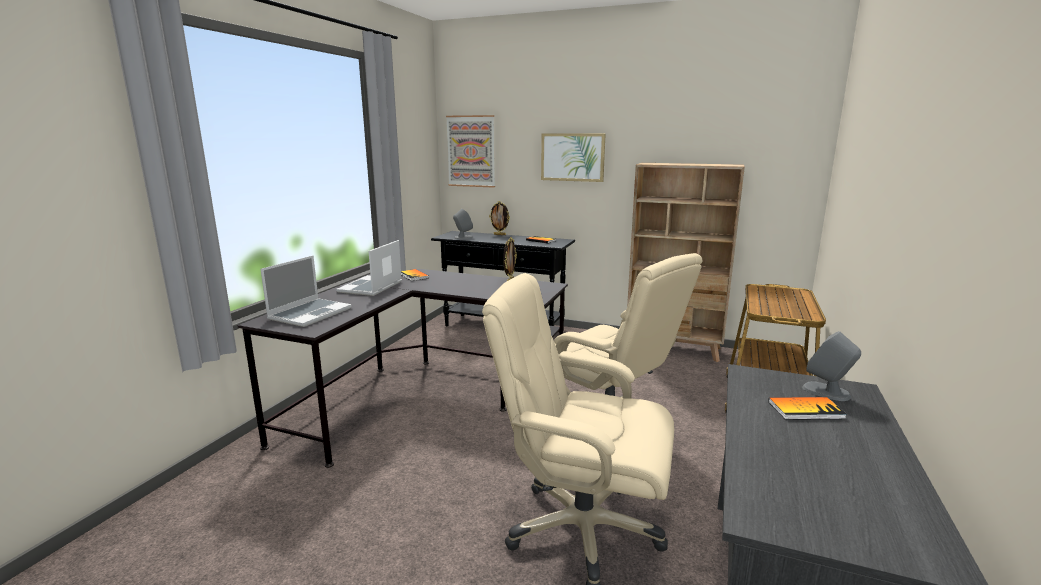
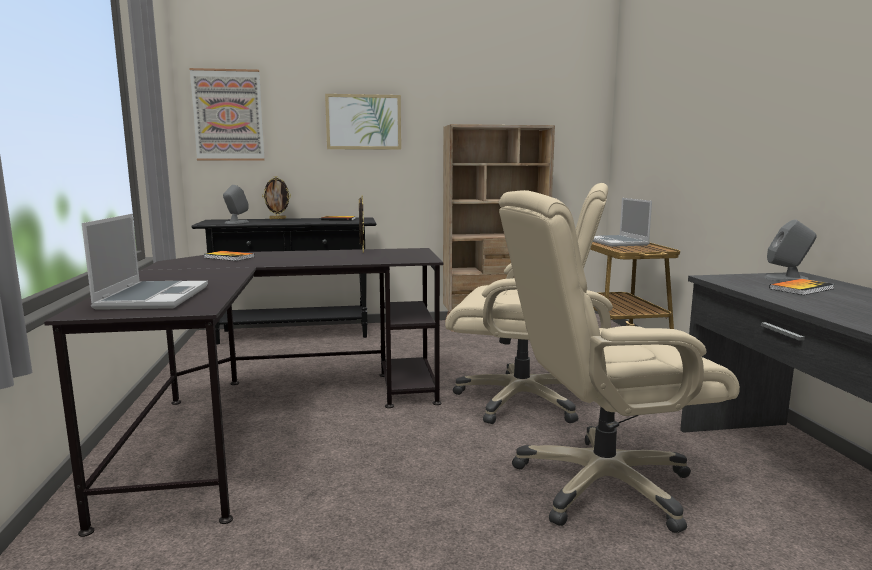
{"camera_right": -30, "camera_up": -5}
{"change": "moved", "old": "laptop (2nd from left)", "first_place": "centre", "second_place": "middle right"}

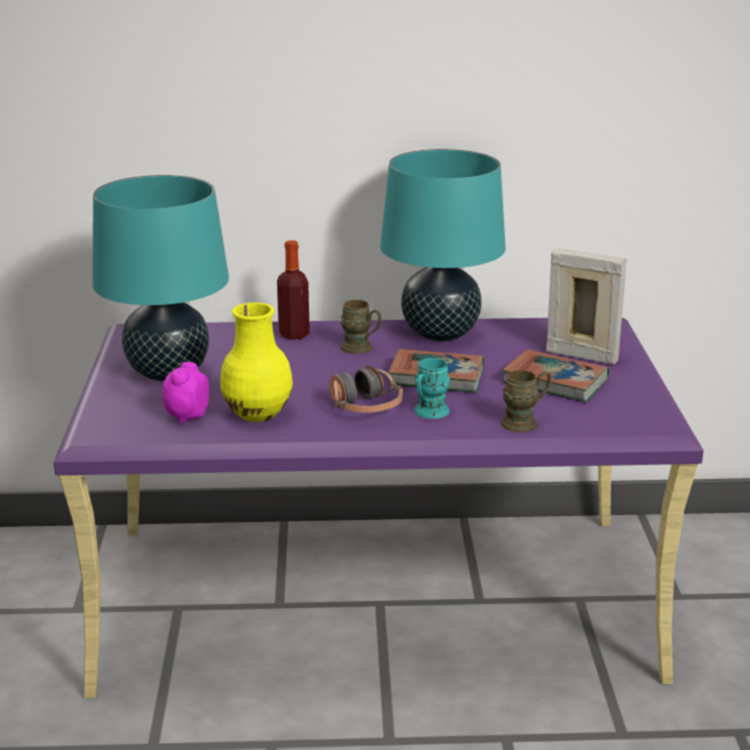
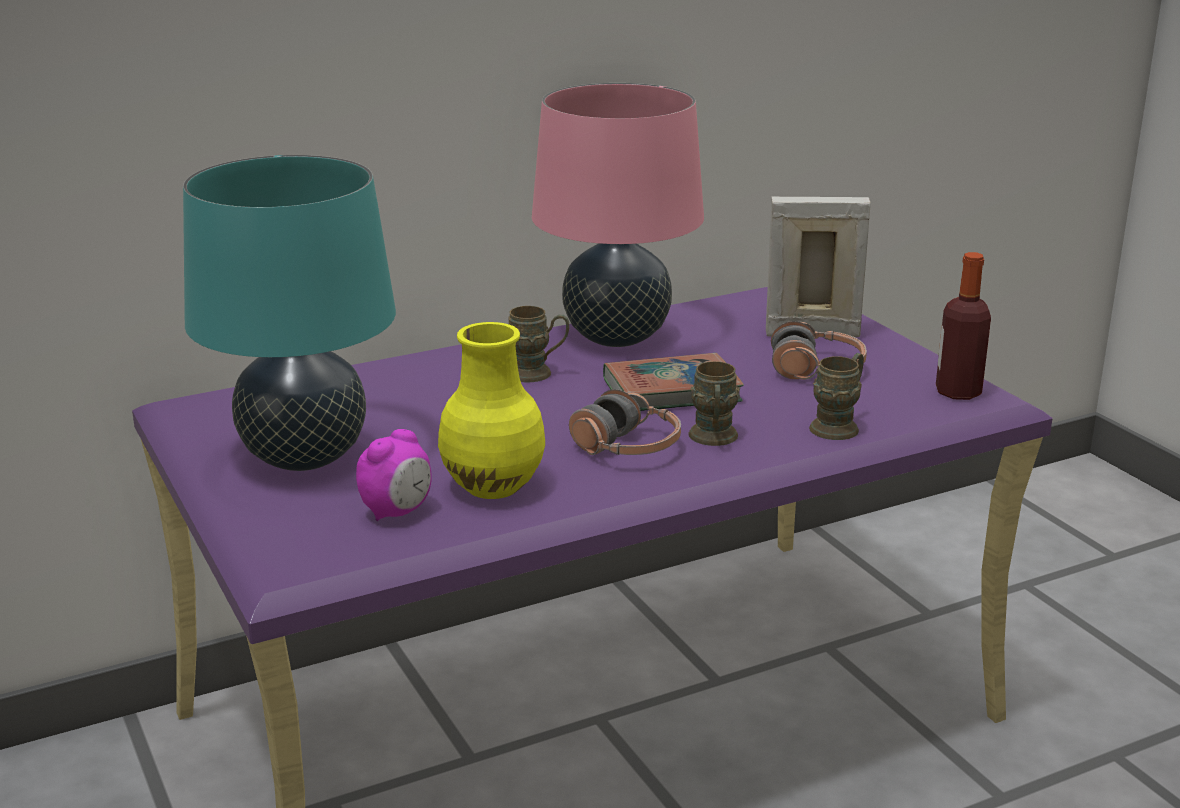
{"camera_right": -25, "camera_up": 0}
{"change": "recoloured", "old": "turquoise table lamp (2nd from left)", "new": "pink table lamp", "first_place": "top centre", "second_place": "top centre"}
{"change": "moved", "old": "bottle", "first_place": "centre", "second_place": "middle right"}
{"change": "replaced", "old": "book (2nd from left)", "new": "headphones (2nd from left)", "first_place": "middle right", "second_place": "middle right"}
{"change": "recoloured", "old": "turquoise mug", "new": "brown mug (2nd from left)", "first_place": "centre", "second_place": "centre"}
{"change": "turned", "old": "alarm clock", "first_place": "middle left", "second_place": "centre", "degrees": -135}

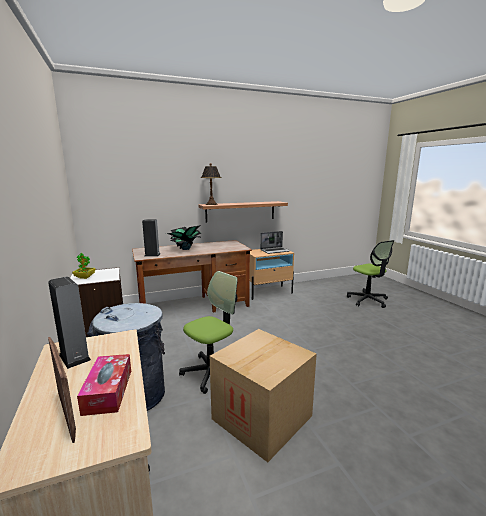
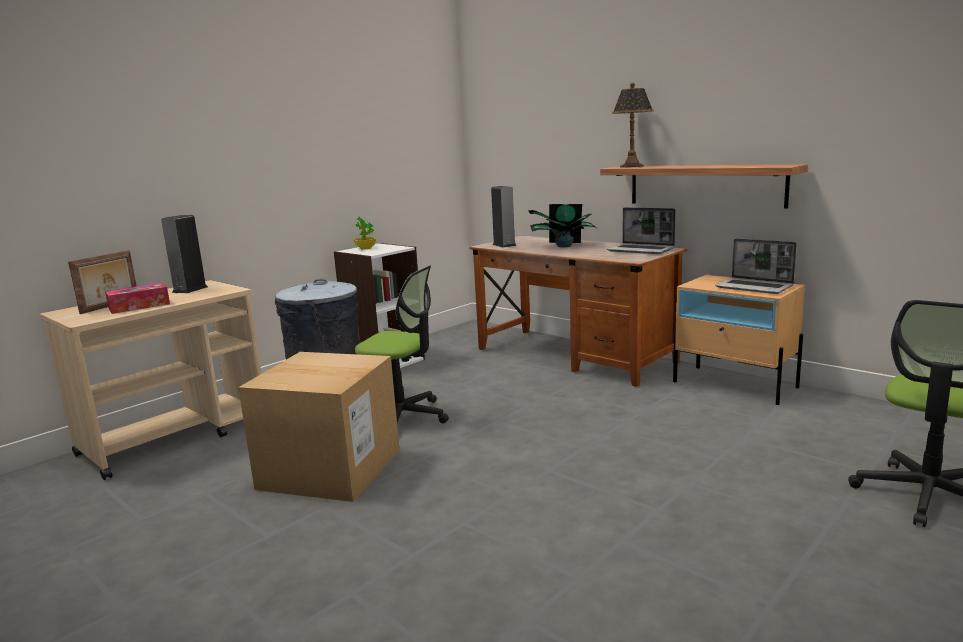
{"camera_right": 65, "camera_up": 0}
{"change": "added", "new": "laptop (1st from left)", "second_place": "centre"}

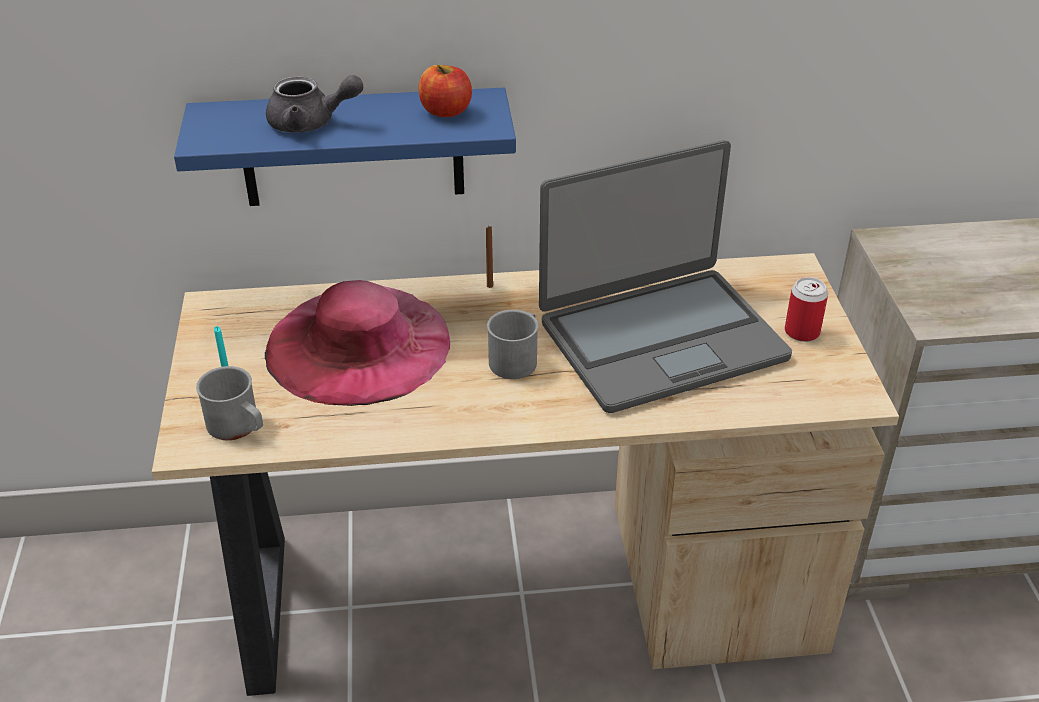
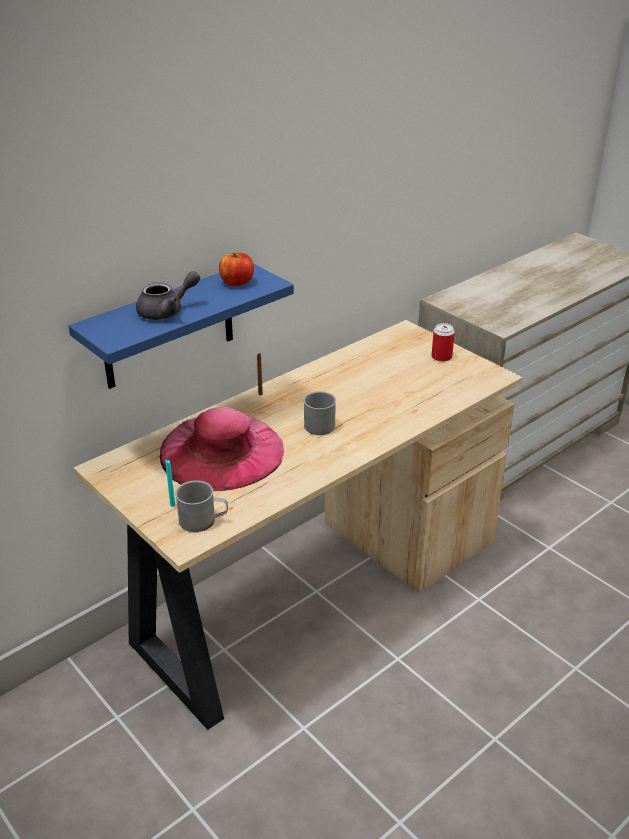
{"camera_right": -35, "camera_up": -5}
{"change": "removed", "old": "laptop", "first_place": "centre"}

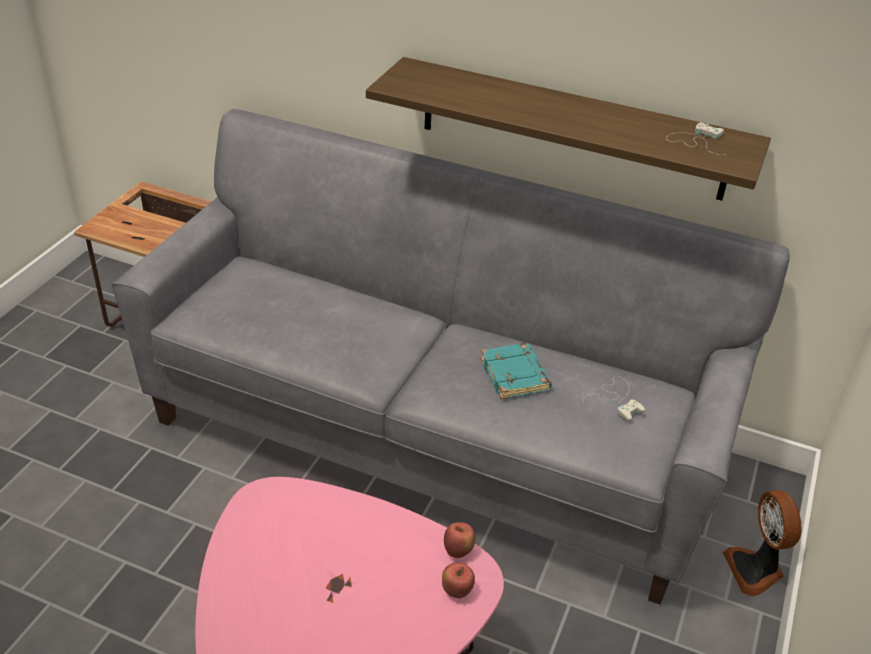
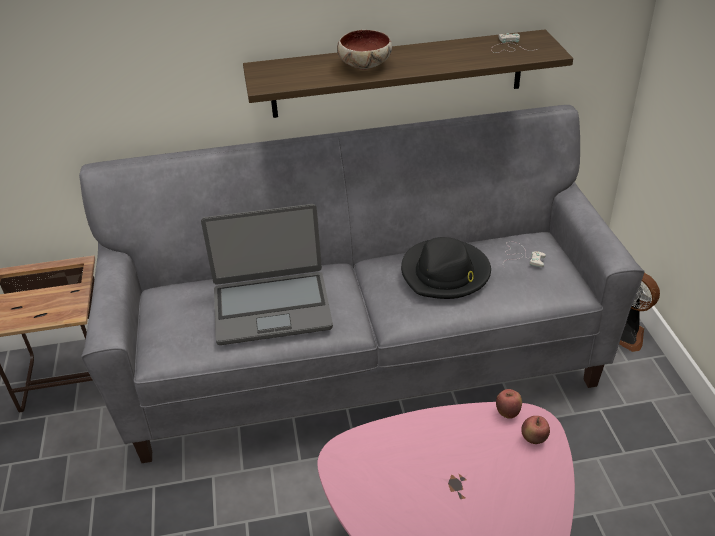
{"camera_right": -30, "camera_up": 0}
{"change": "replaced", "old": "turquoise book", "new": "black hat", "first_place": "centre", "second_place": "centre"}
{"change": "added", "new": "bowl", "second_place": "top centre"}
{"change": "added", "new": "laptop", "second_place": "centre"}

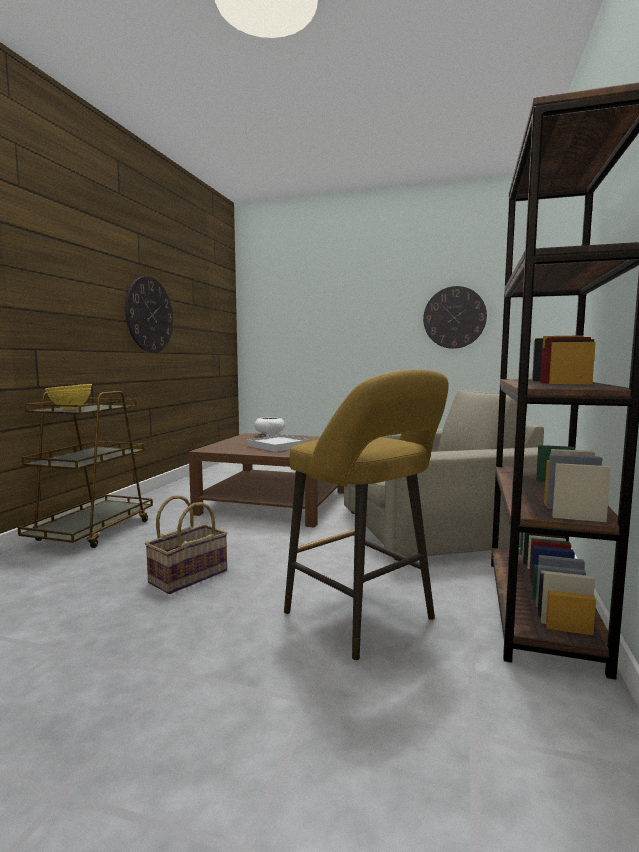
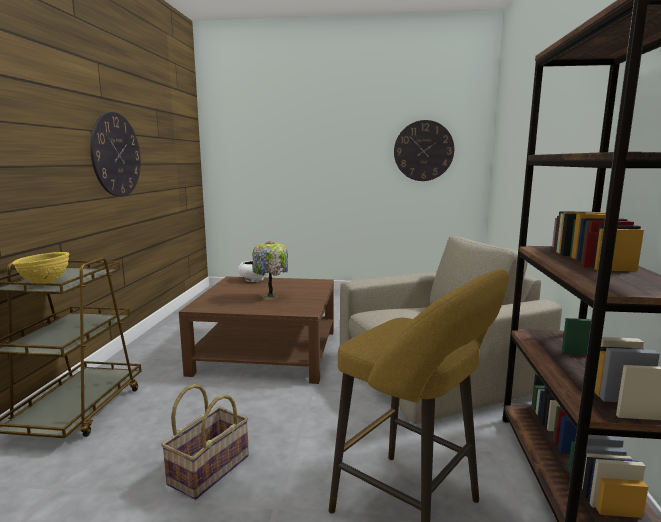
{"camera_right": -10, "camera_up": 5}
{"change": "replaced", "old": "white tray", "new": "table lamp", "first_place": "centre", "second_place": "centre"}

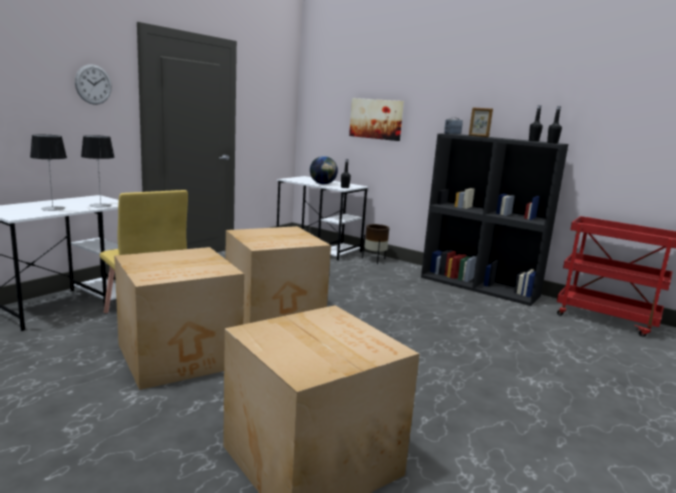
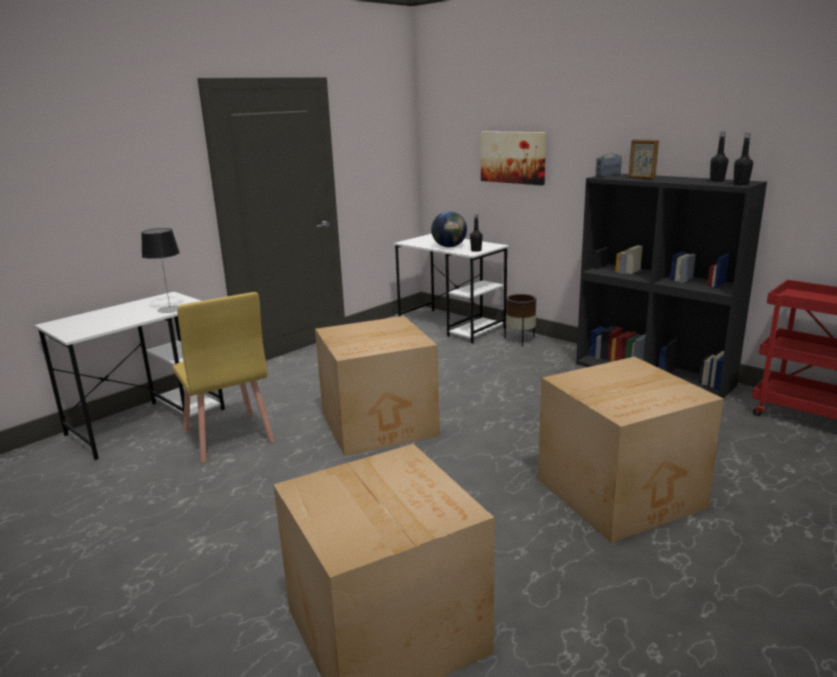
{"camera_right": 10, "camera_up": 5}
{"change": "removed", "old": "wall clock", "first_place": "top left"}
{"change": "removed", "old": "table lamp (1st from left)", "first_place": "middle left"}
{"change": "moved", "old": "cardboard box (1st from left in the first image)", "new": "cardboard box (3rd from left)", "first_place": "middle left", "second_place": "middle right"}

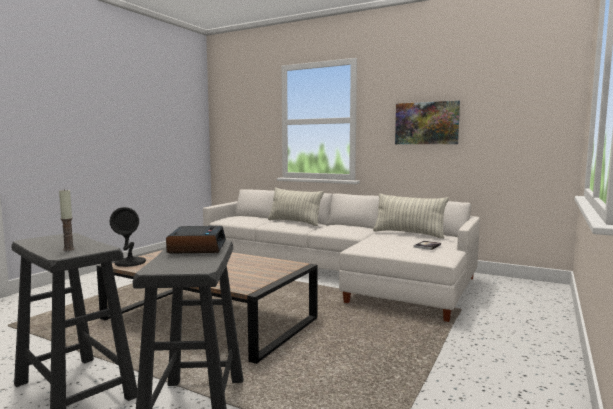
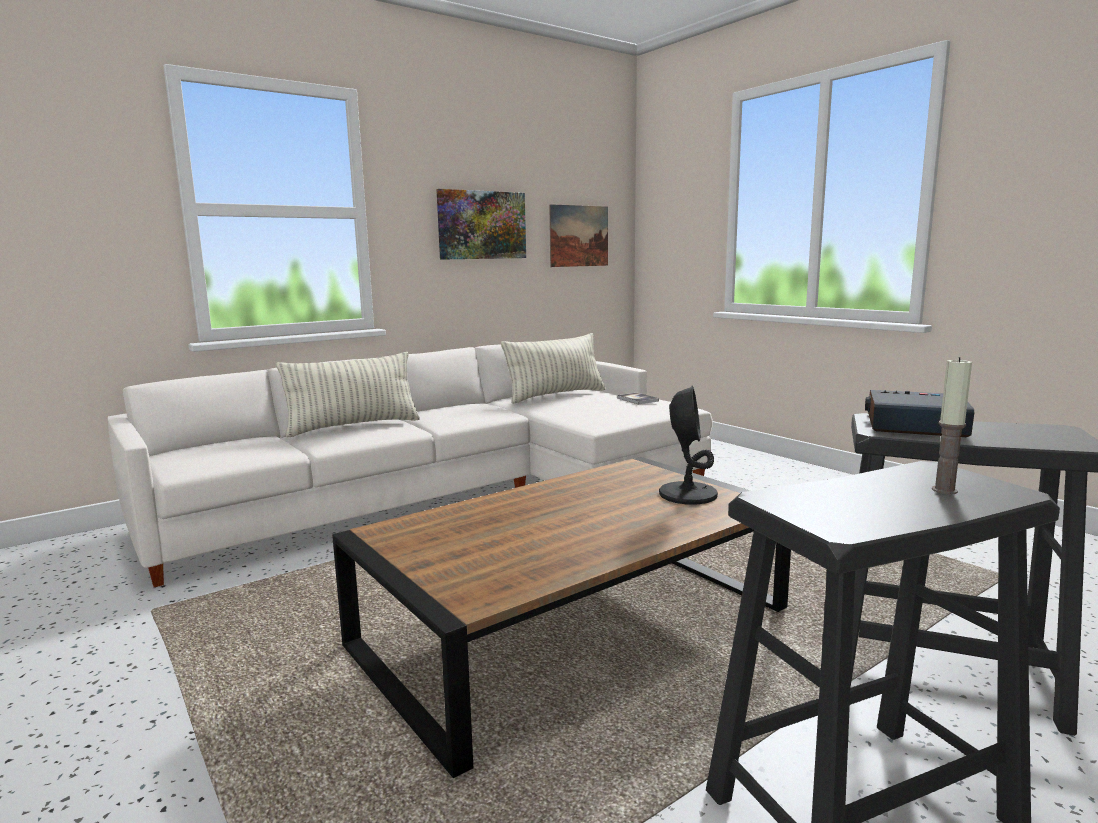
{"camera_right": -65, "camera_up": 5}
{"change": "moved", "old": "black table lamp", "first_place": "middle left", "second_place": "centre"}
{"change": "added", "new": "picture (2nd from left)", "second_place": "top centre"}

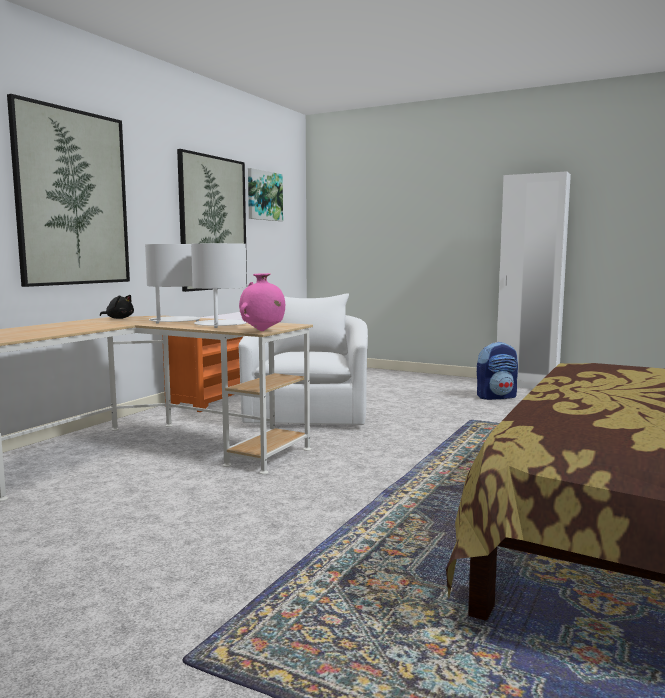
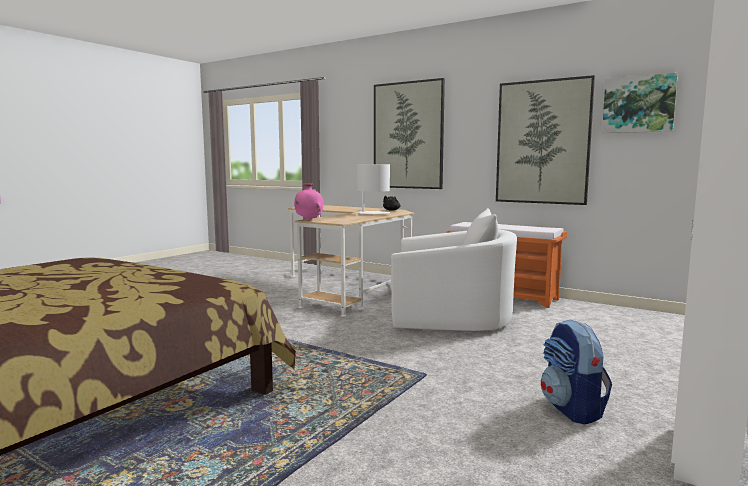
{"camera_right": 95, "camera_up": 0}
{"change": "removed", "old": "white table lamp (2nd from left)", "first_place": "middle left"}

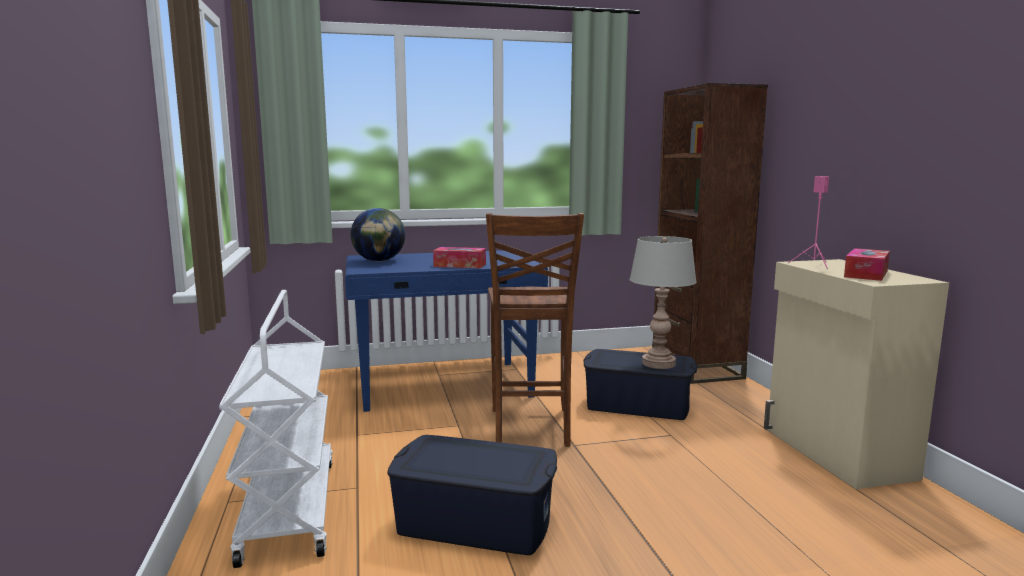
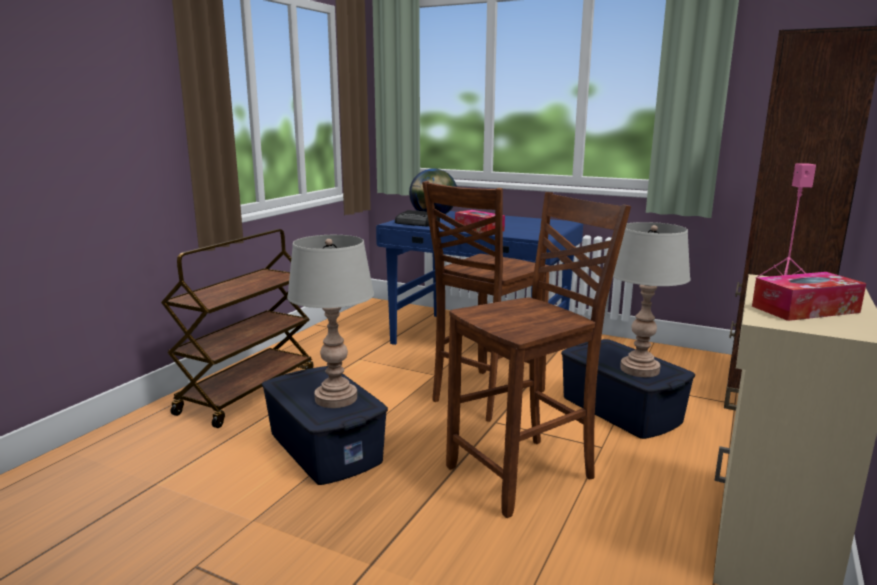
{"camera_right": 40, "camera_up": 5}
{"change": "recoloured", "old": "white cart", "new": "brown cart", "first_place": "bottom left", "second_place": "middle left"}
{"change": "added", "new": "brown chair (2nd from left)", "second_place": "centre"}
{"change": "added", "new": "radio", "second_place": "centre"}
{"change": "added", "new": "grey table lamp (1st from left)", "second_place": "centre"}

